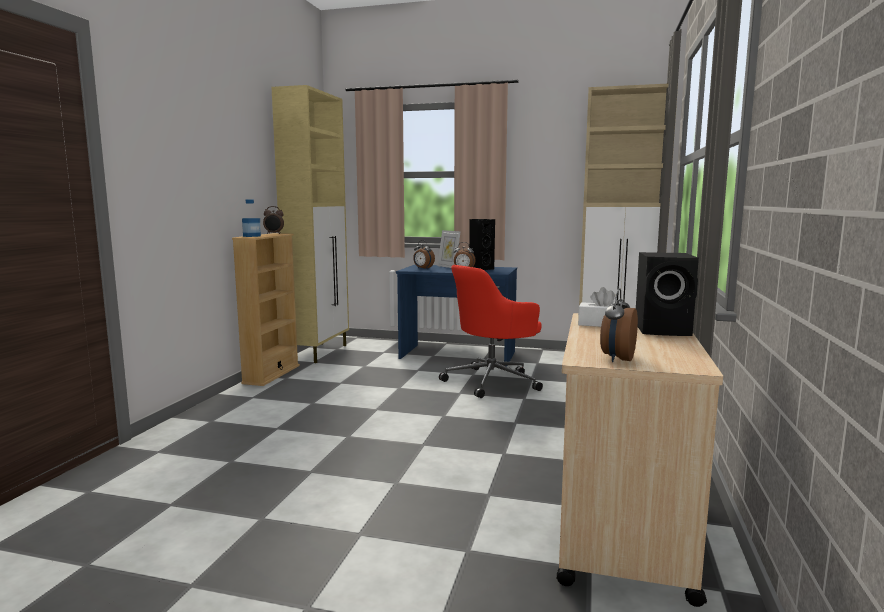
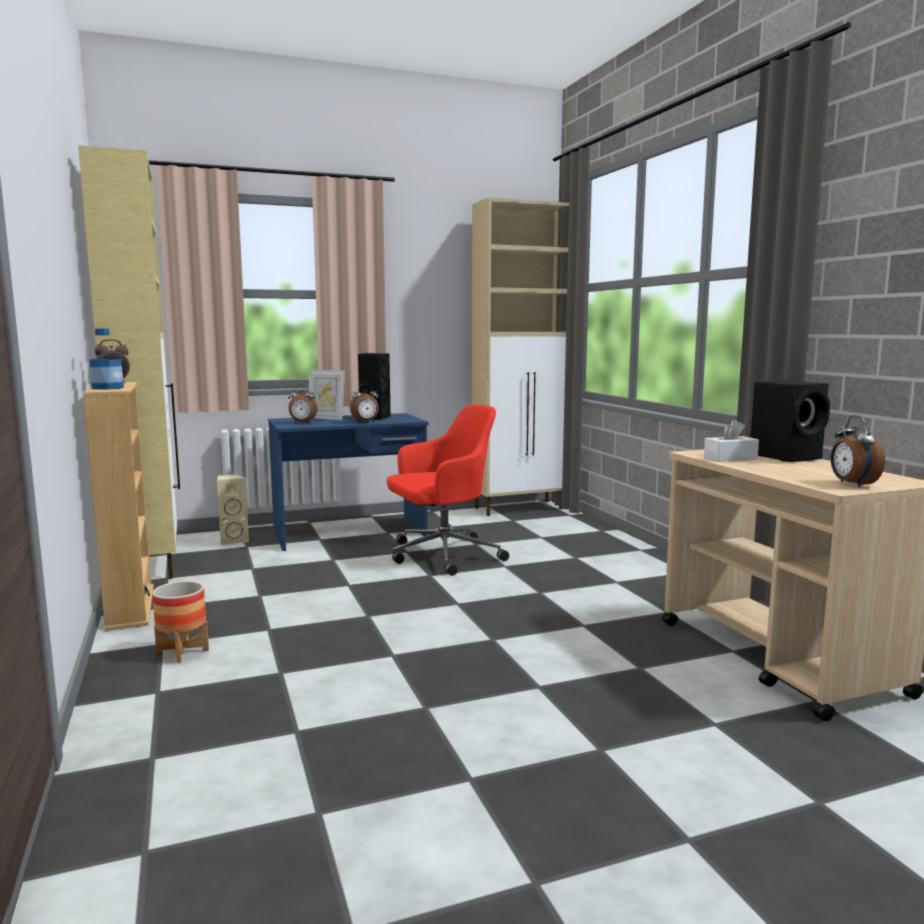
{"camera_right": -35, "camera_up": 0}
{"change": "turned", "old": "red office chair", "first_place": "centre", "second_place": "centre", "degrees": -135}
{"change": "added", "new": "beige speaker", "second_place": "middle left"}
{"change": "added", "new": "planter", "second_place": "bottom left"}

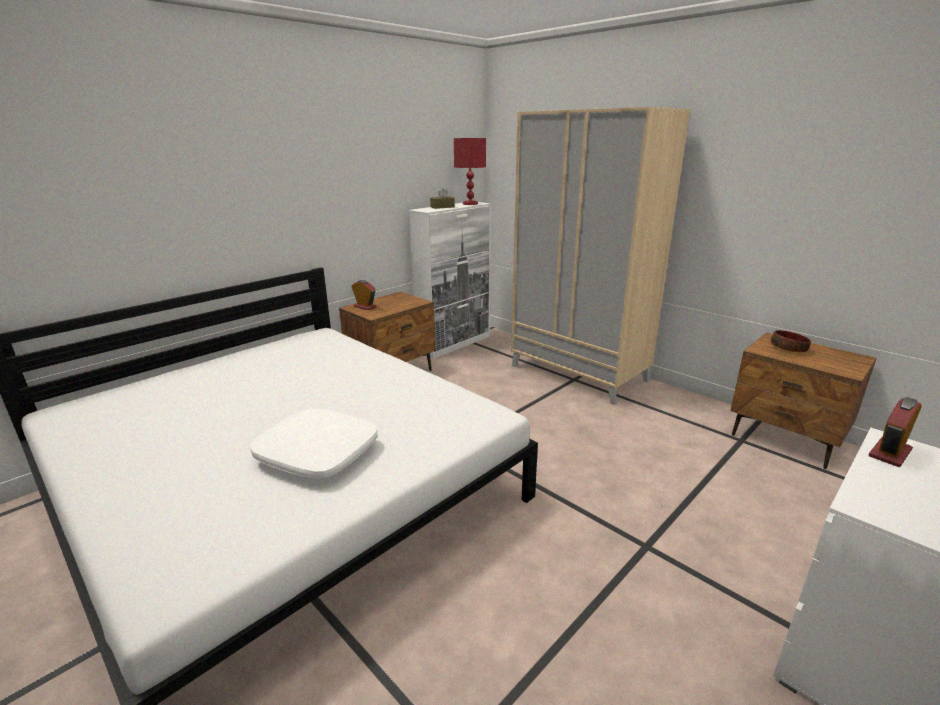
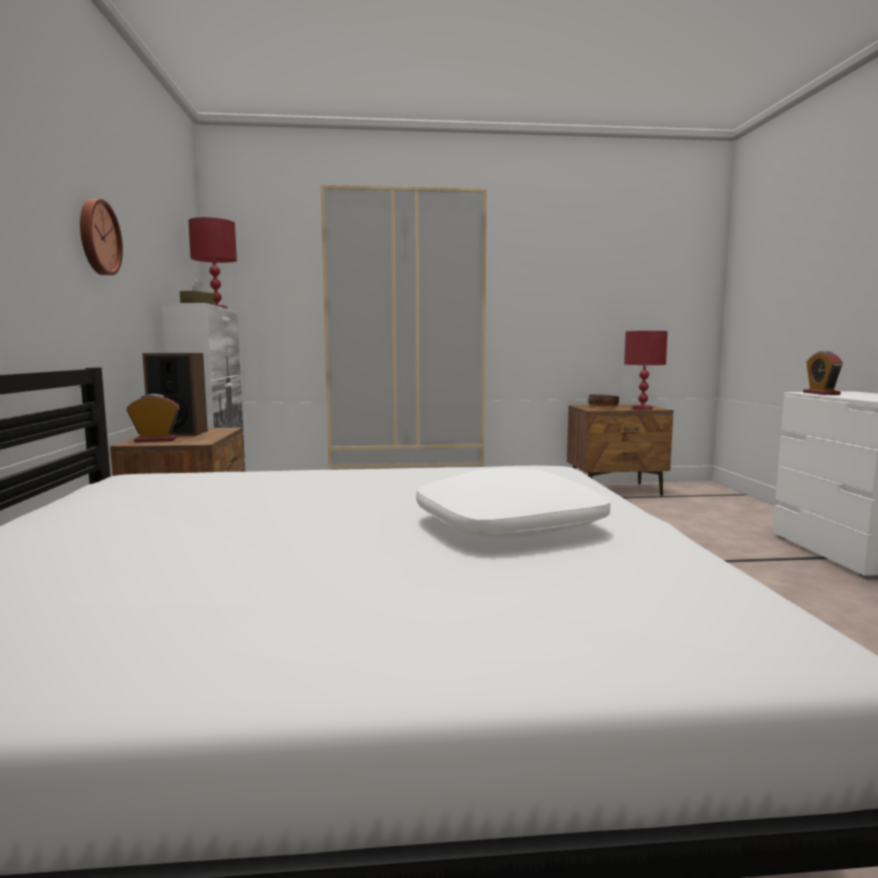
{"camera_right": -50, "camera_up": -15}
{"change": "added", "new": "wall clock", "second_place": "top left"}
{"change": "added", "new": "red table lamp (2nd from left)", "second_place": "middle right"}
{"change": "added", "new": "speaker", "second_place": "middle left"}

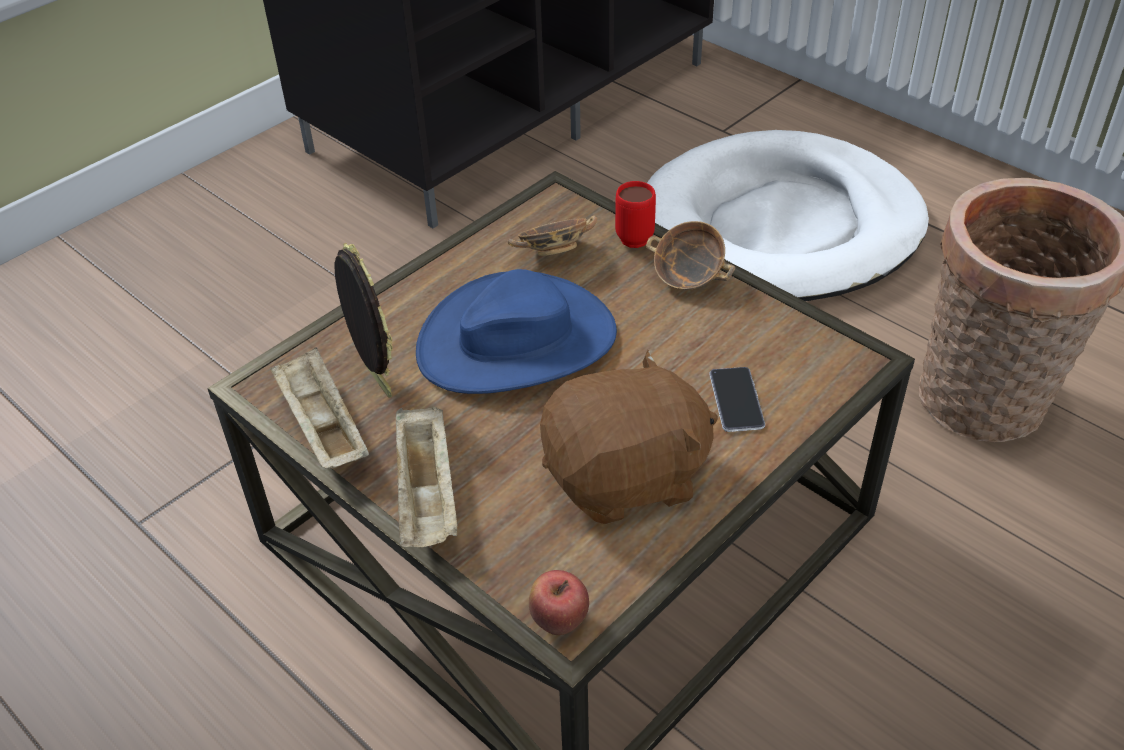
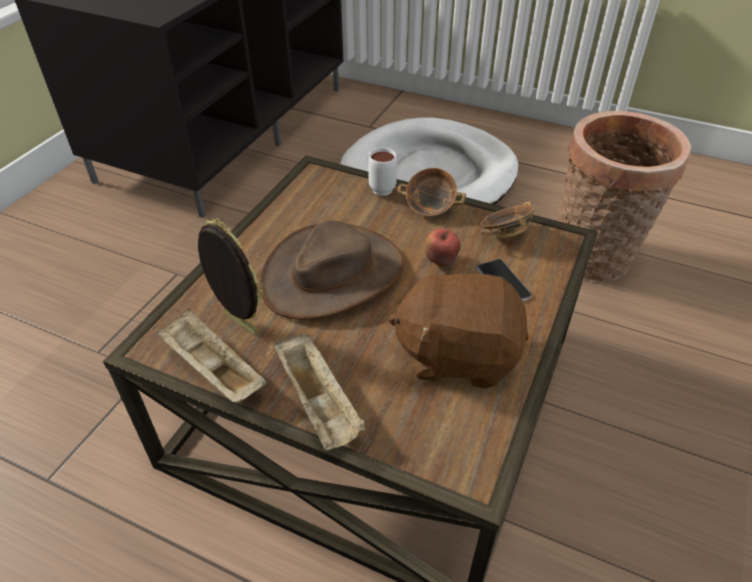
{"camera_right": -20, "camera_up": 0}
{"change": "recoloured", "old": "red mug", "new": "white mug", "first_place": "top centre", "second_place": "top centre"}
{"change": "moved", "old": "bowl (1st from left in the first image)", "new": "bowl (2nd from left)", "first_place": "top centre", "second_place": "middle right"}
{"change": "recoloured", "old": "blue hat", "new": "brown hat", "first_place": "centre", "second_place": "centre"}
{"change": "turned", "old": "brown plush toy", "first_place": "centre", "second_place": "centre", "degrees": -135}
{"change": "moved", "old": "apple", "first_place": "bottom centre", "second_place": "centre"}

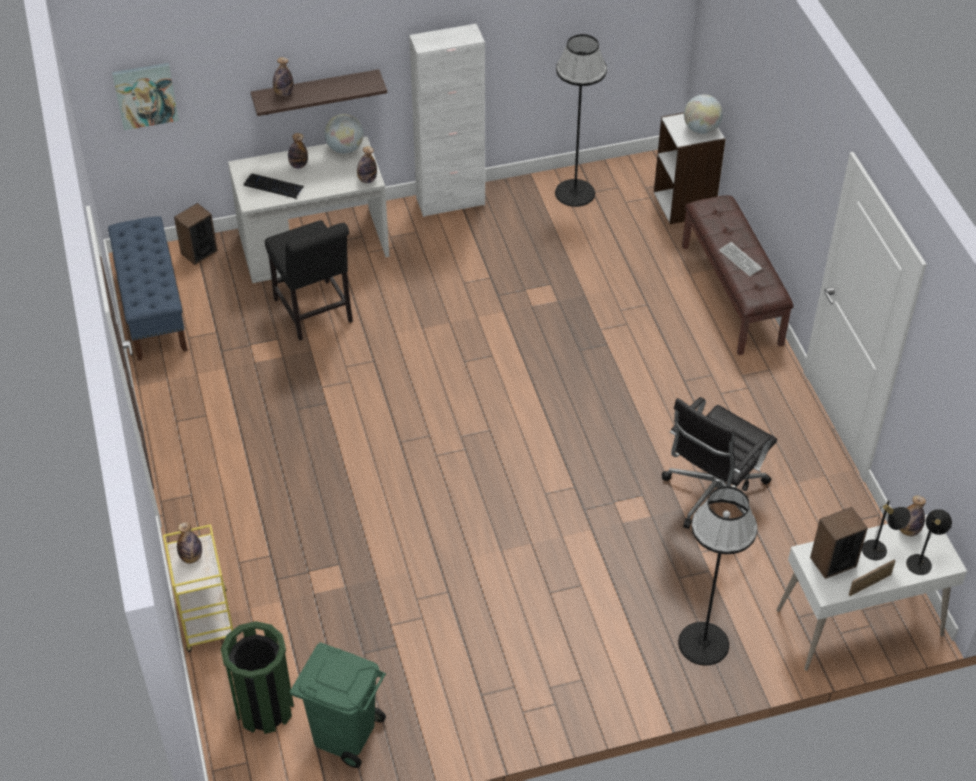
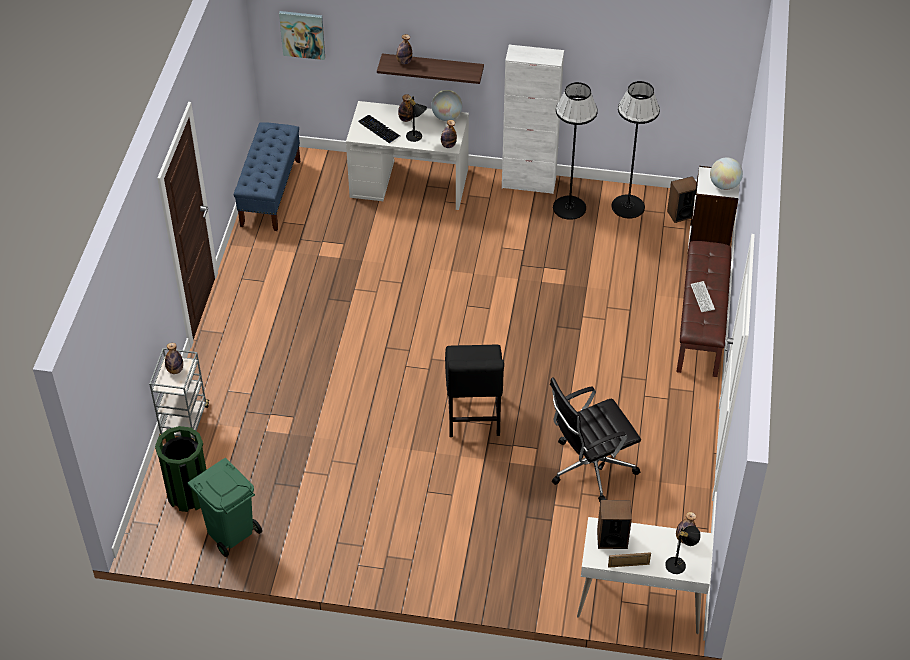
{"camera_right": 25, "camera_up": 0}
{"change": "moved", "old": "speaker (1st from left in the first image)", "new": "speaker (2nd from left)", "first_place": "top left", "second_place": "top right"}
{"change": "moved", "old": "black chair", "first_place": "middle left", "second_place": "centre"}
{"change": "moved", "old": "black floor lamp (2nd from left in the first image)", "new": "black floor lamp (1st from left)", "first_place": "bottom right", "second_place": "top centre"}
{"change": "moved", "old": "black table lamp (1st from left)", "first_place": "bottom right", "second_place": "top centre"}
{"change": "recoloured", "old": "yellow cart", "new": "grey cart", "first_place": "bottom left", "second_place": "middle left"}

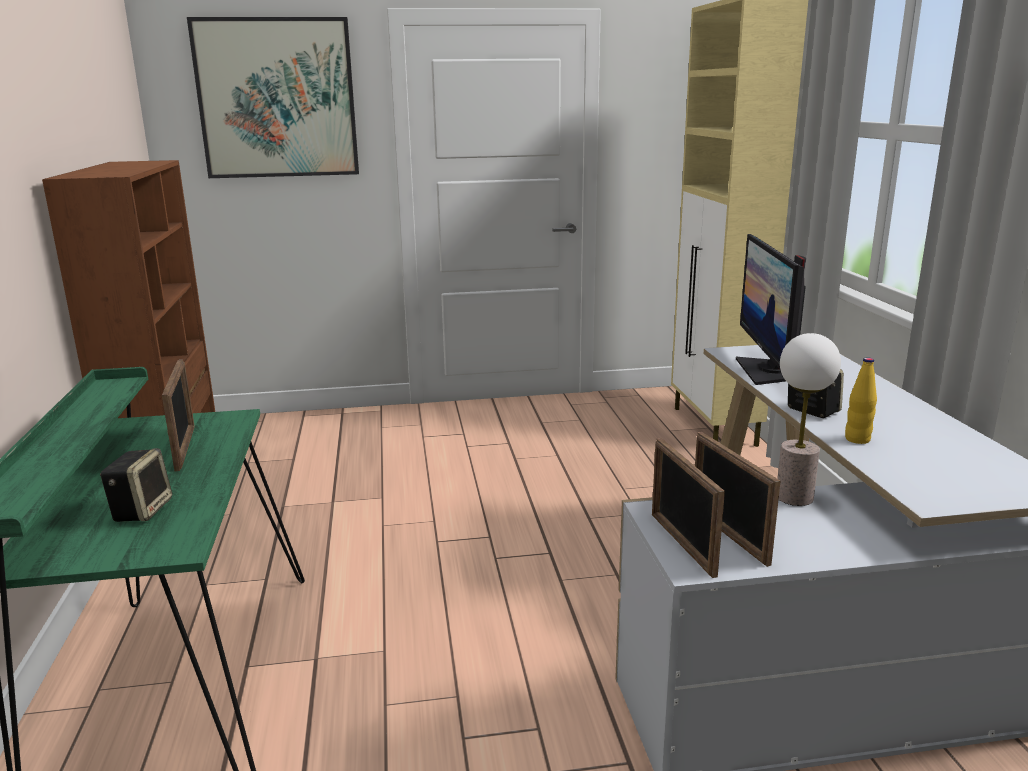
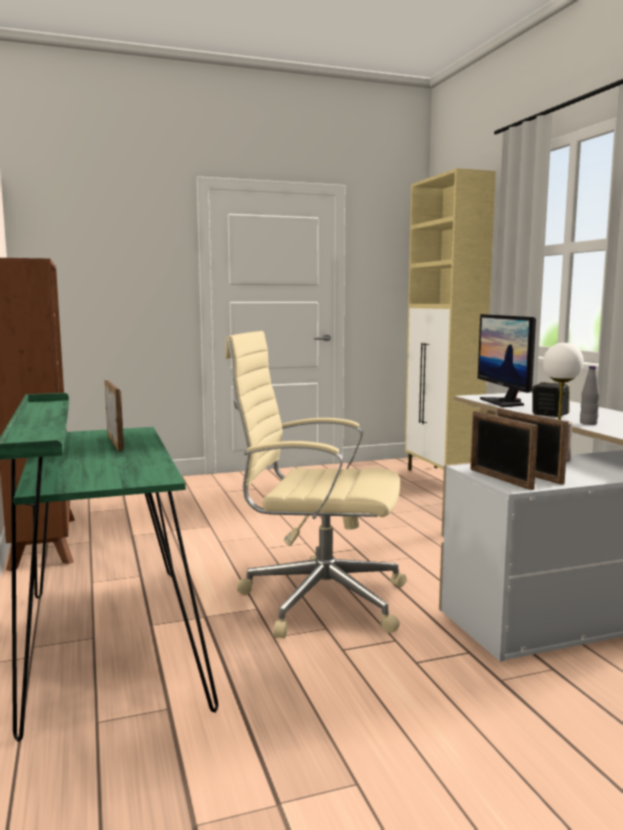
{"camera_right": -10, "camera_up": -10}
{"change": "removed", "old": "picture", "first_place": "top left"}
{"change": "recoloured", "old": "yellow bottle", "new": "grey bottle", "first_place": "middle right", "second_place": "middle right"}
{"change": "removed", "old": "speaker (1st from left)", "first_place": "middle left"}
{"change": "added", "new": "beige office chair", "second_place": "centre"}

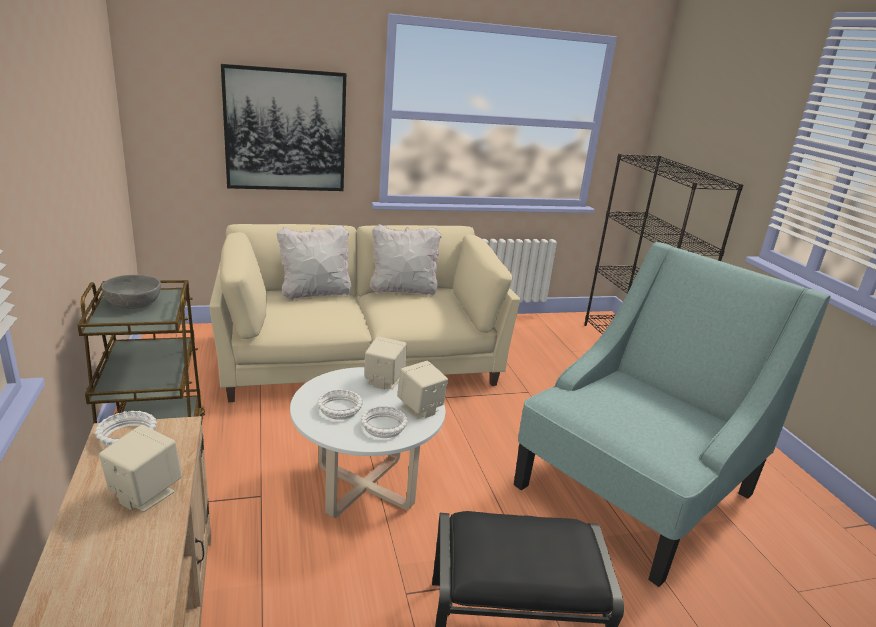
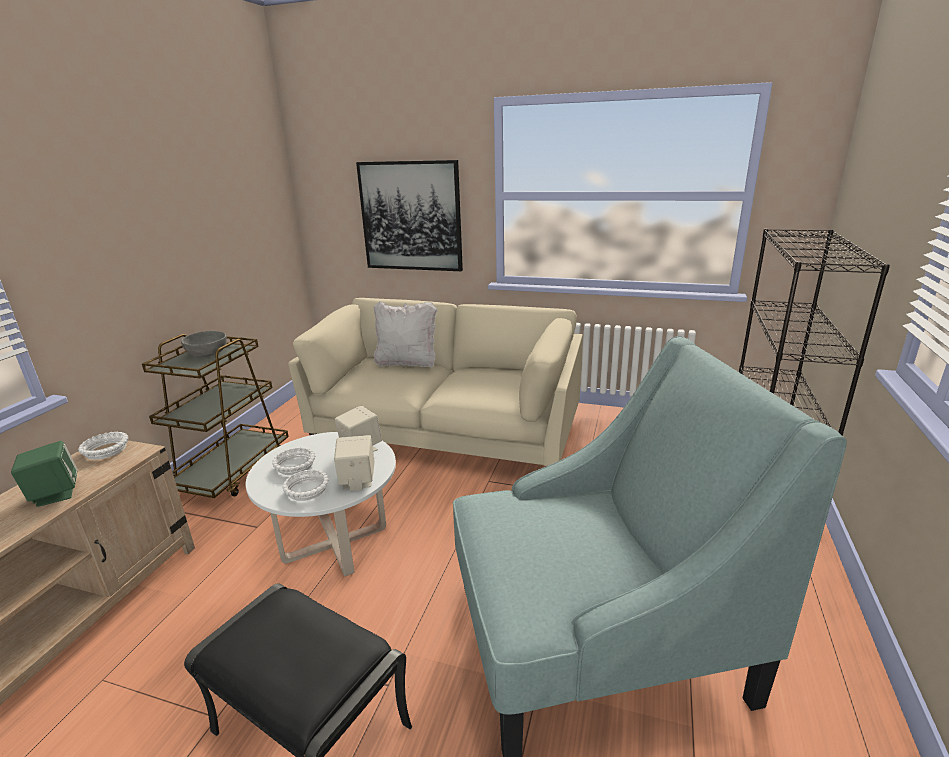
{"camera_right": 35, "camera_up": 0}
{"change": "removed", "old": "white pillow (2nd from left)", "first_place": "centre"}
{"change": "recoloured", "old": "beige speaker (1st from left)", "new": "green speaker", "first_place": "bottom left", "second_place": "middle left"}

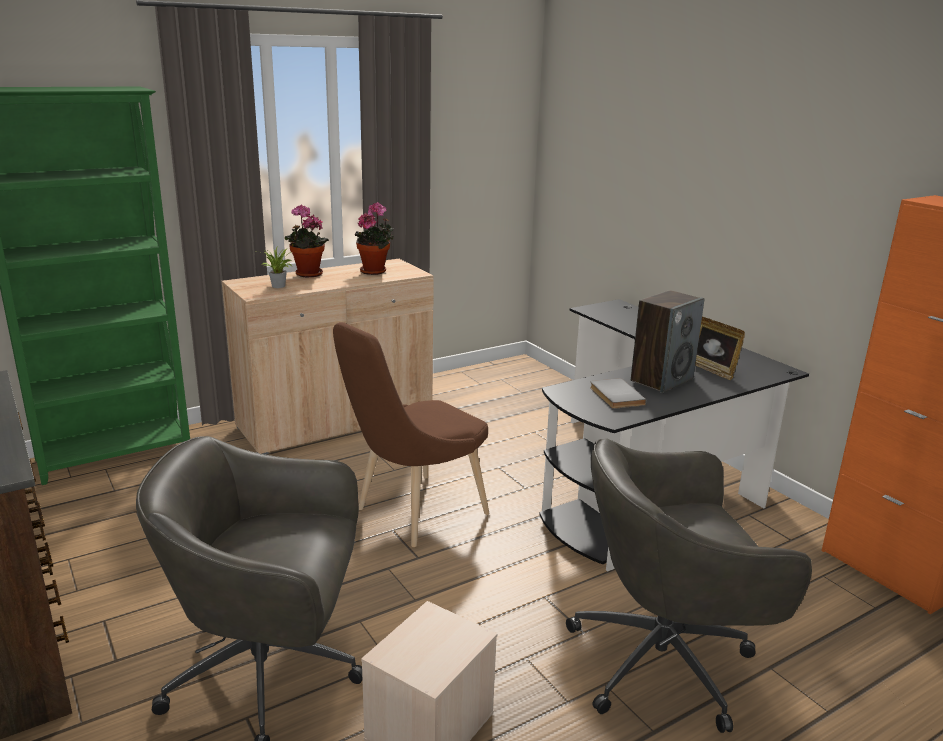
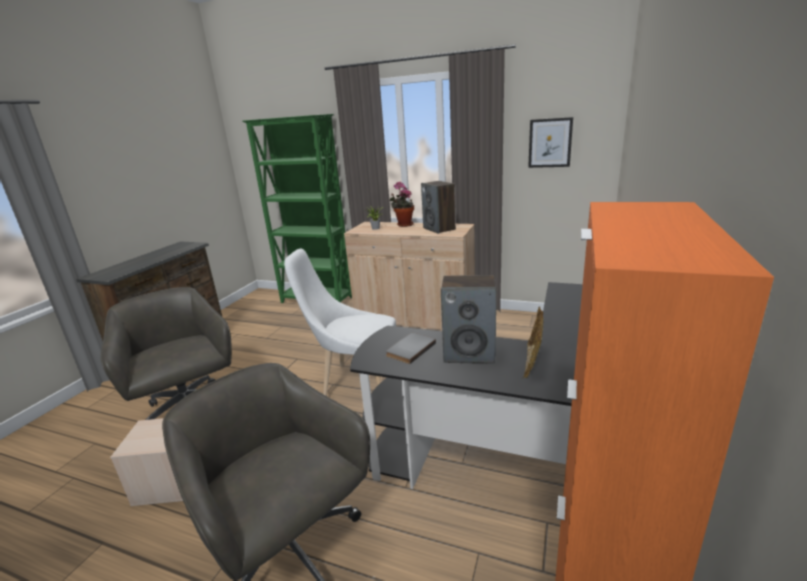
{"camera_right": 55, "camera_up": 0}
{"change": "replaced", "old": "potted plant (3rd from left)", "new": "speaker (1st from left)", "first_place": "top centre", "second_place": "centre"}
{"change": "recoloured", "old": "brown chair", "new": "white chair", "first_place": "centre", "second_place": "centre"}
{"change": "added", "new": "picture", "second_place": "top right"}

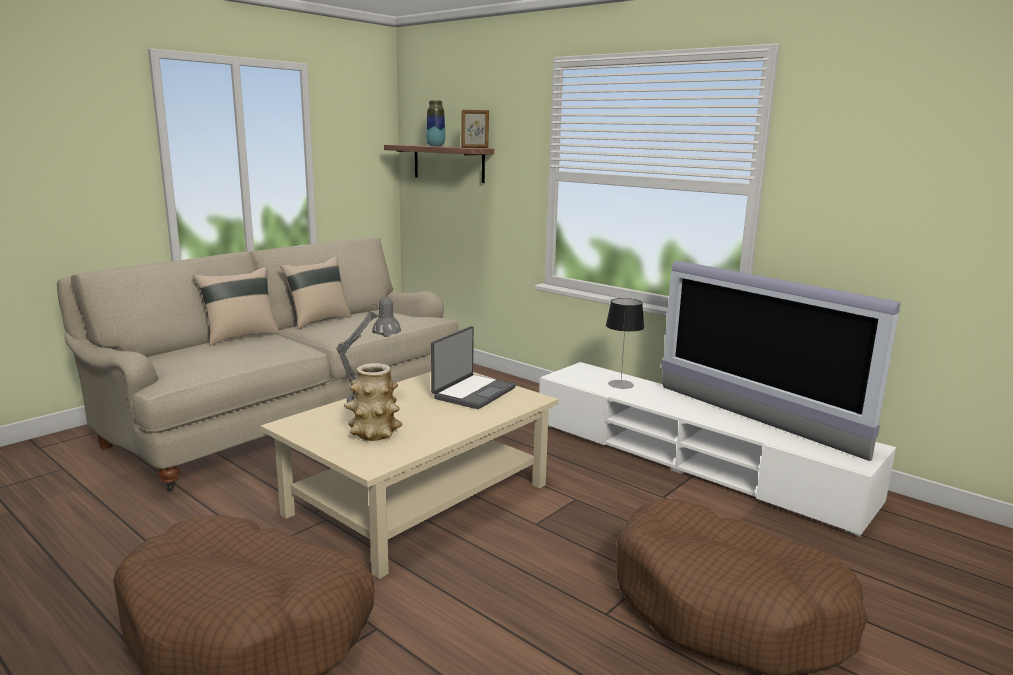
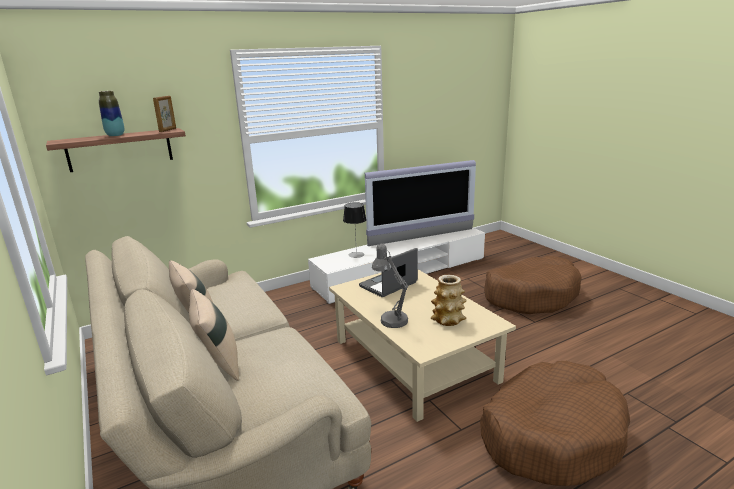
{"camera_right": -70, "camera_up": 5}
{"change": "turned", "old": "laptop", "first_place": "centre", "second_place": "centre", "degrees": -90}

